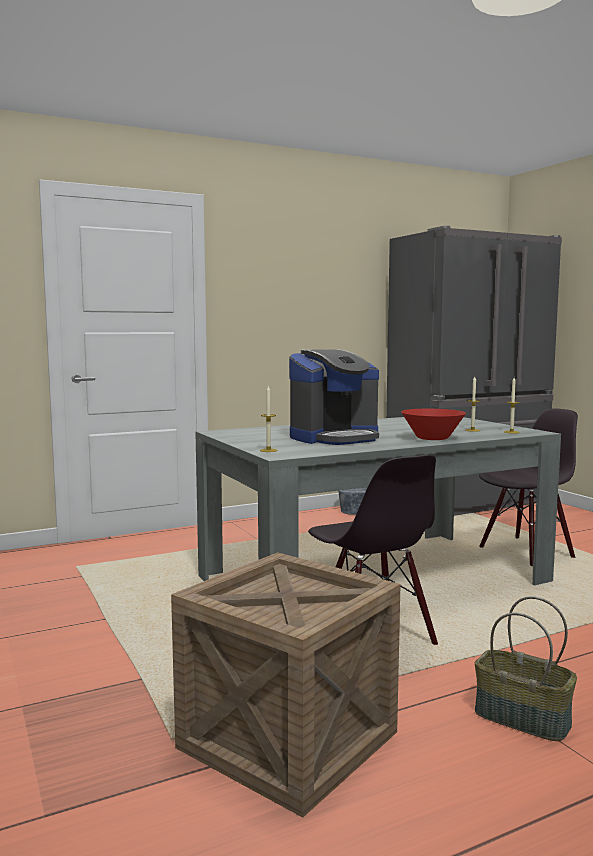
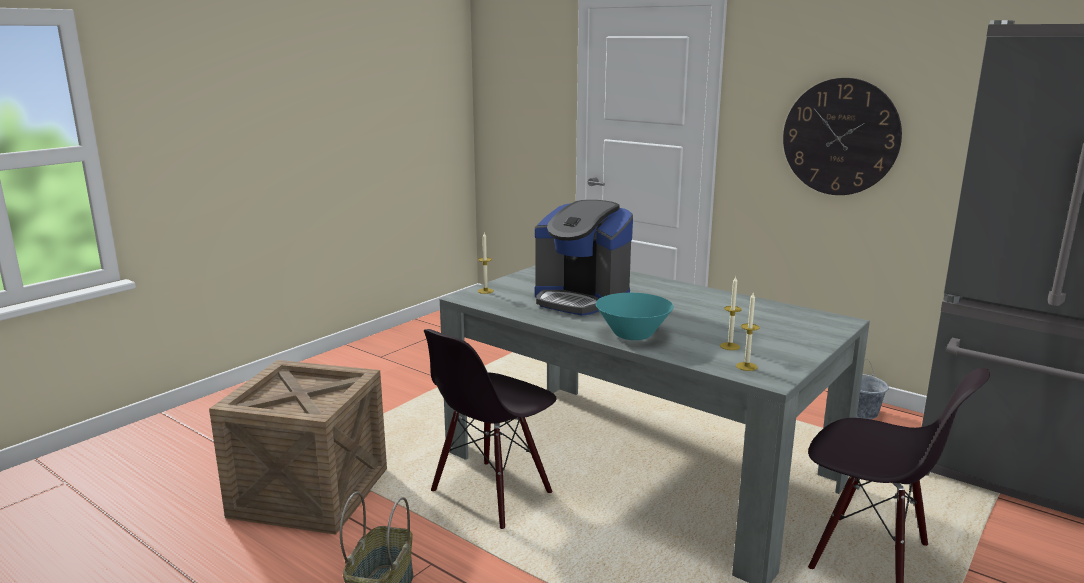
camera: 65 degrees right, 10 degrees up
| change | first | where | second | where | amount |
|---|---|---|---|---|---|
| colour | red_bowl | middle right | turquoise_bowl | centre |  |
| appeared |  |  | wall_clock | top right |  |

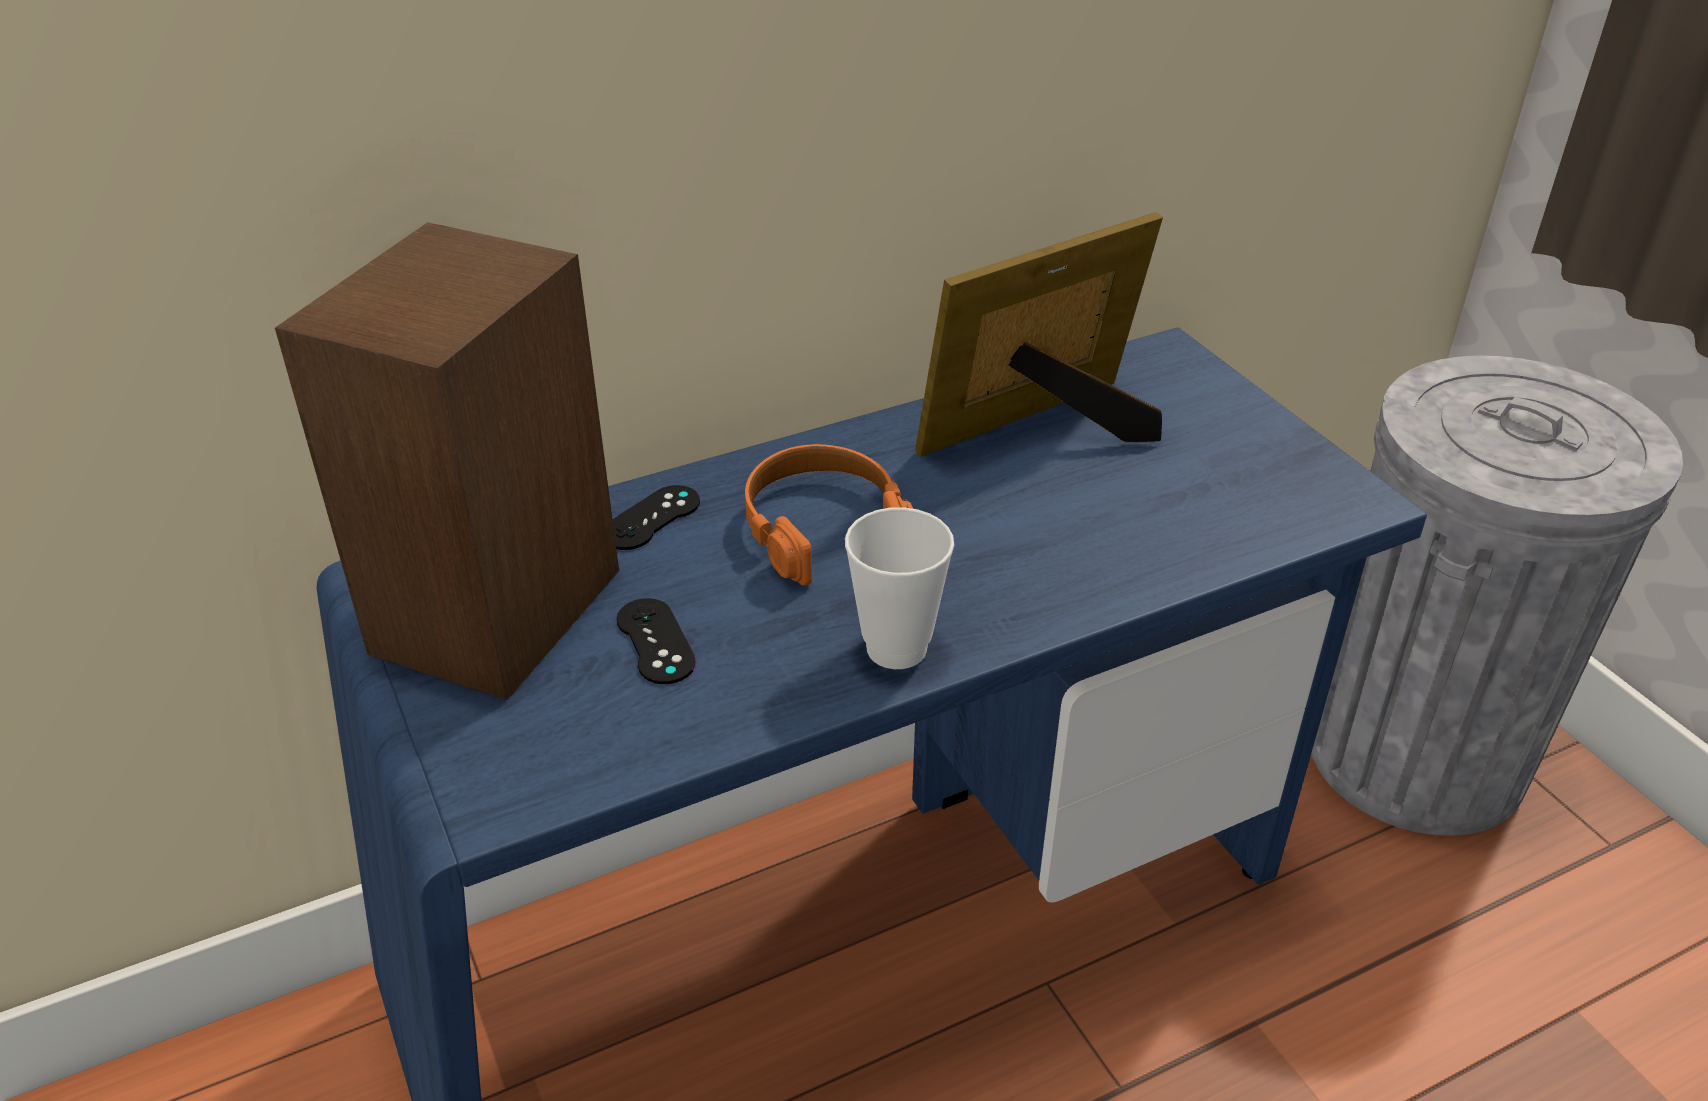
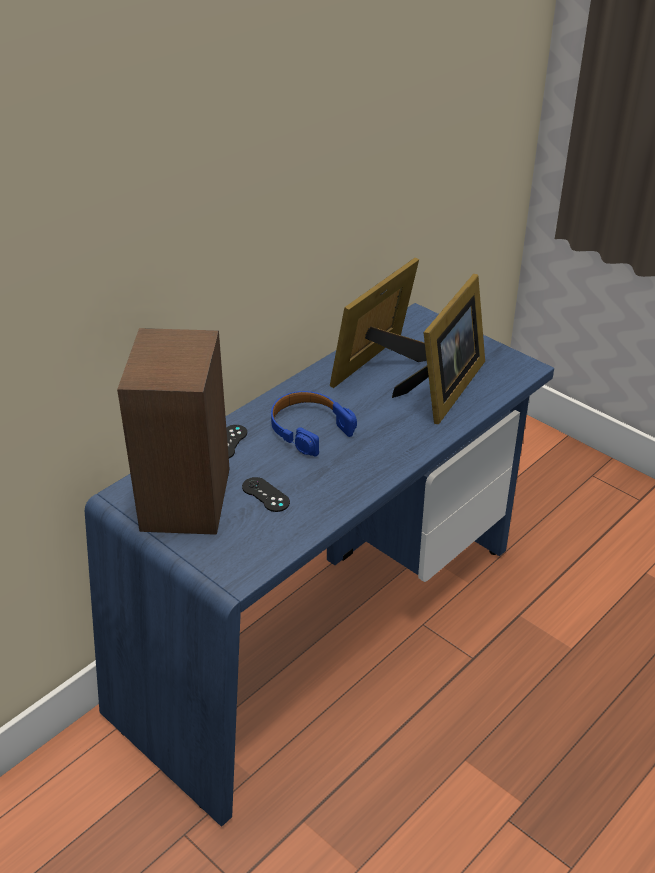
camera: 20 degrees left, 0 degrees up
| change | first | where | second | where | amount |
|---|---|---|---|---|---|
| colour | orange_headphones | centre | blue_headphones | centre |  |
| missing | cup | centre |  |  |  |
| missing | grey_trash_can | middle right |  |  |  |
| appeared |  |  | picture_frame (no. 2 from left) | middle right |  |

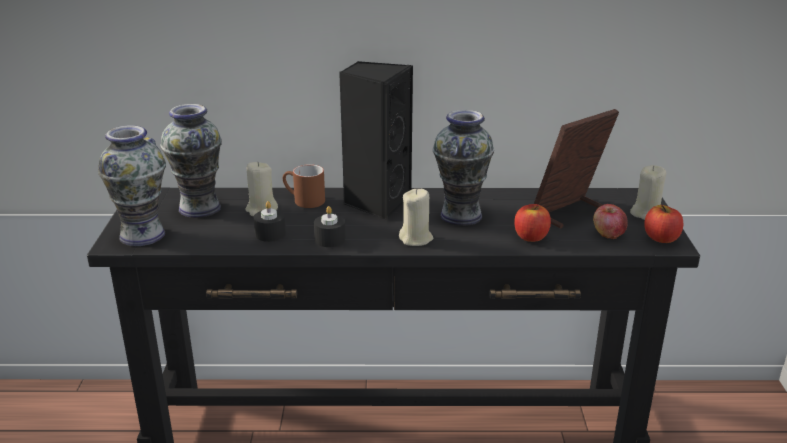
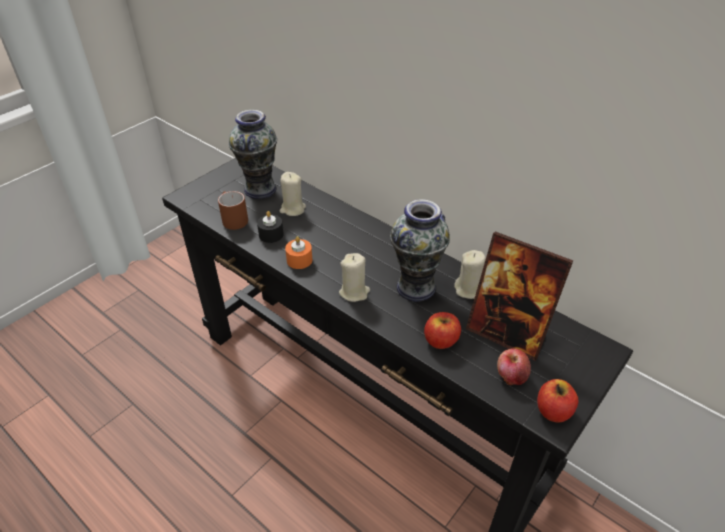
camera: 40 degrees right, 15 degrees up
| change | first | where | second | where | amount |
|---|---|---|---|---|---|
| missing | vase (no. 1 from left) | middle left |  |  |  |
| relocated | brown_mug | centre |  | middle left |  |
| colour | black_candle (no. 2 from left) | centre | orange_candle | centre |  |
| missing | black_speaker | top centre |  |  |  |
| spun | picture_frame | middle right |  | middle right | 150 degrees counterclockwise |
| relocated | beige_candle (no. 3 from left) | middle right |  | centre |  |

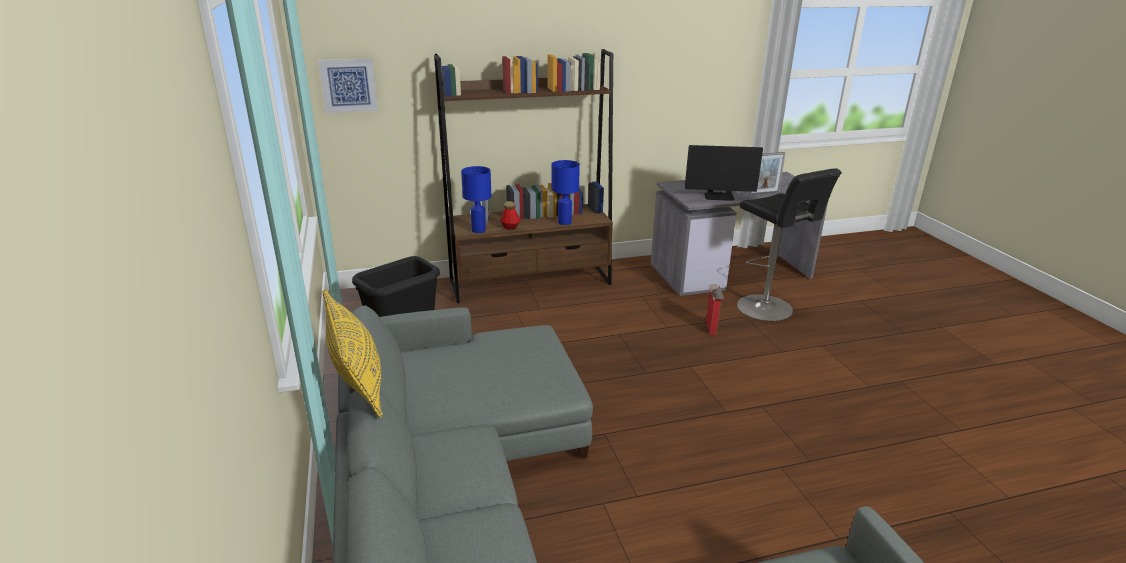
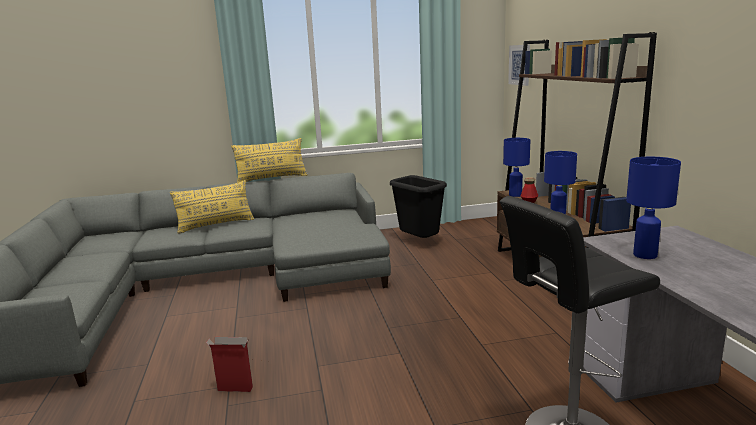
camera: 95 degrees right, 10 degrees down
| change | first | where | second | where | amount |
|---|---|---|---|---|---|
| exchanged | monitor | top centre | blue_table_lamp (no. 3 from left) | middle right |  |
| relocated | cardboard_box | centre |  | bottom left |  |
| missing | picture_frame | top right |  |  |  |
| appeared |  |  | yellow_pillow (no. 1 from left) | middle left |  |

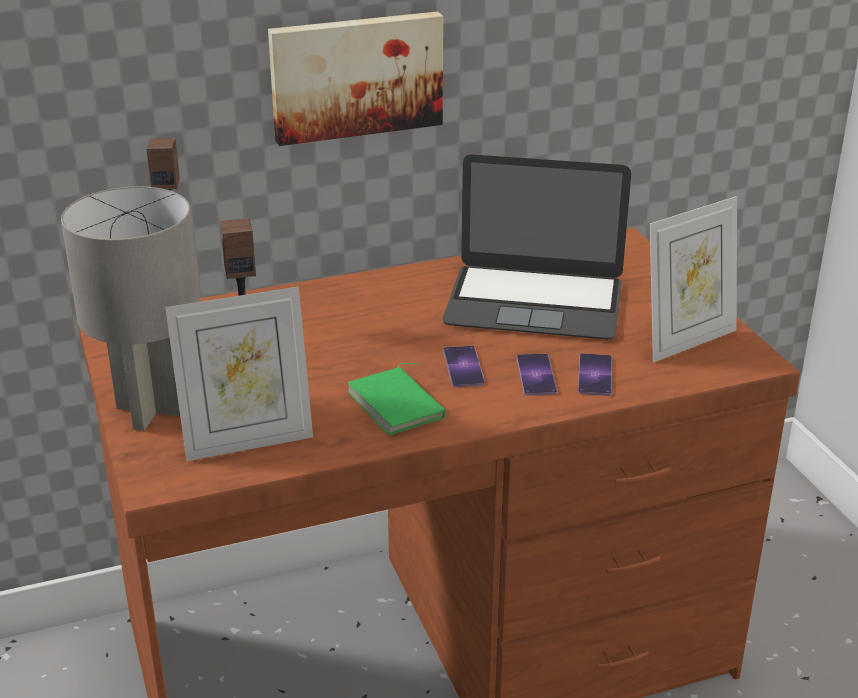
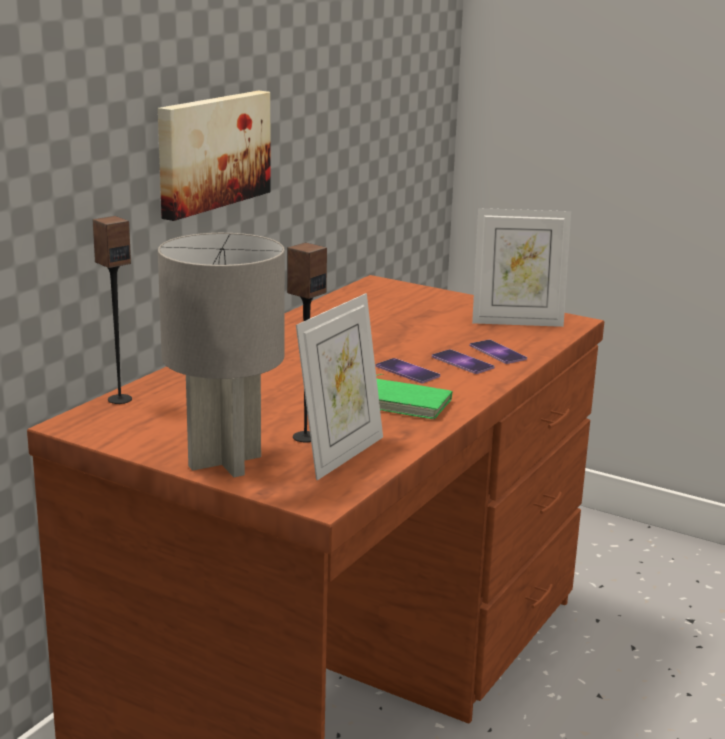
camera: 40 degrees left, 10 degrees down
| change | first | where | second | where | amount |
|---|---|---|---|---|---|
| missing | laptop | centre |  |  |  |
| spun | picture_frame (no. 2 from left) | middle right |  | middle right | 75 degrees clockwise |

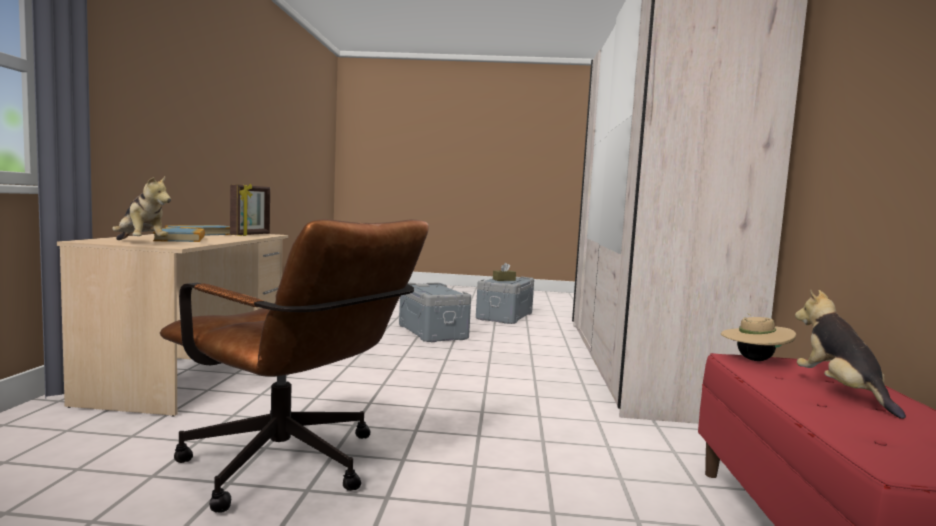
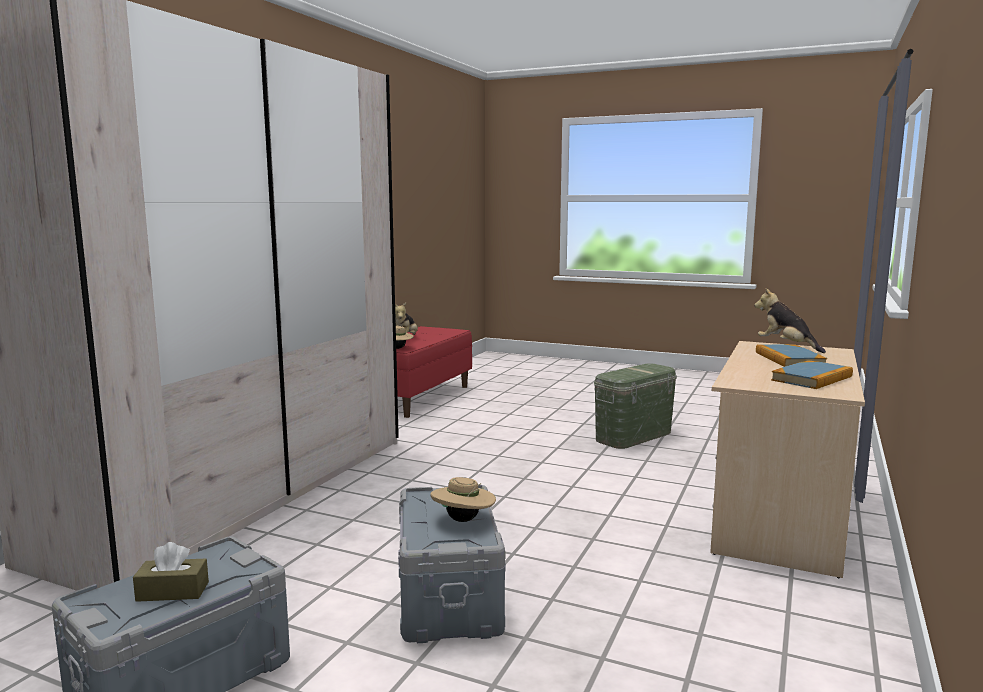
camera: 160 degrees left, 5 degrees up
| change | first | where | second | where | amount |
|---|---|---|---|---|---|
| exchanged | brown_office_chair | bottom left | green_storage_box | centre |  |
| missing | picture_frame | middle left |  |  |  |
| appeared |  |  | beige_hat (no. 2 from left) | bottom centre |  |

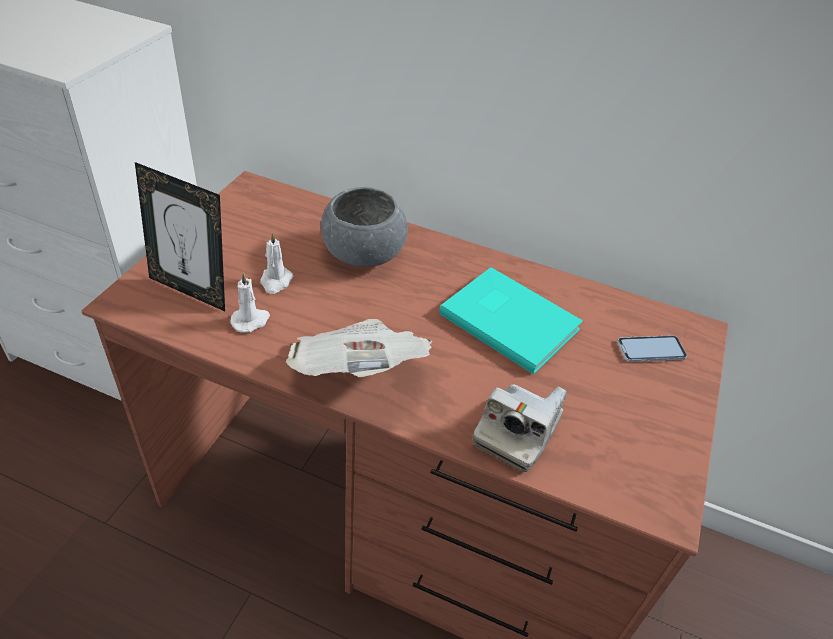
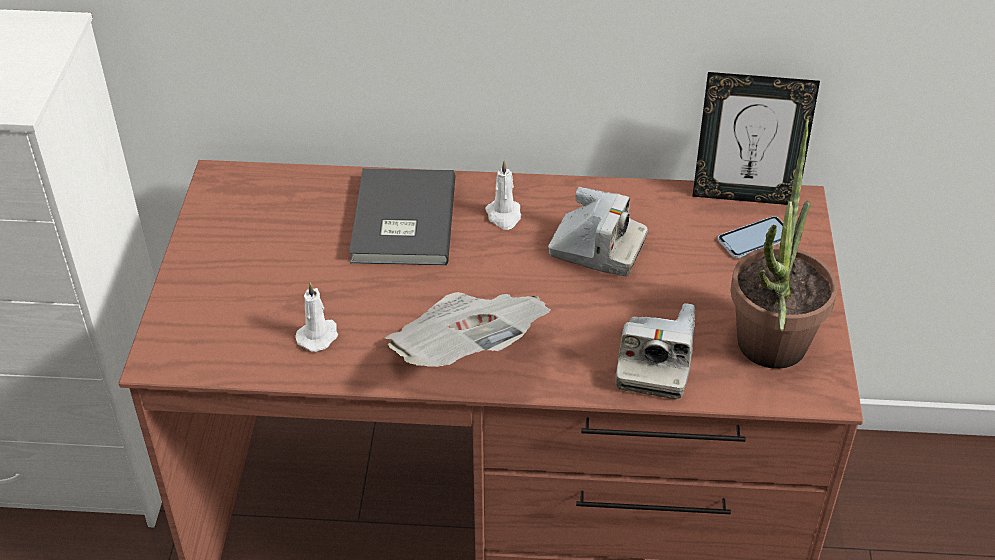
camera: 15 degrees left, 0 degrees up
| change | first | where | second | where | amount |
|---|---|---|---|---|---|
| relocated | picture_frame | middle left |  | top right |  |
| relocated | white_candle (no. 2 from left) | middle left |  | centre |  |
| exchanged | grey_bowl | centre | grey_book | centre |  |
| exchanged | turquoise_book | centre | photo_camera (no. 1 from left) | centre |  |
| appeared |  |  | potted_plant | middle right |  |

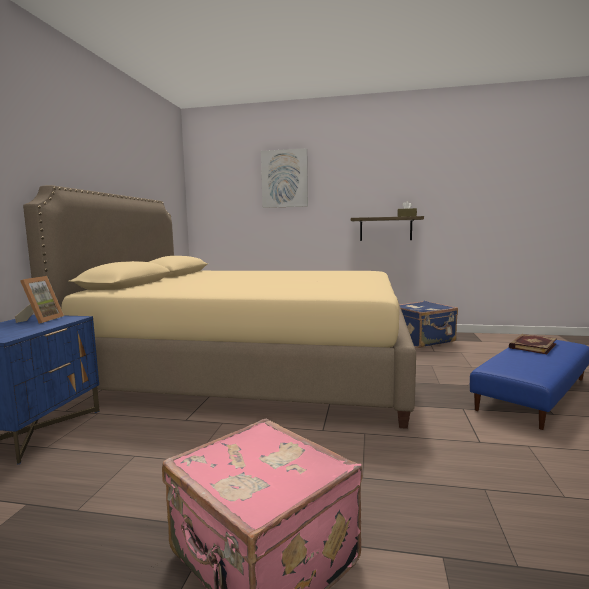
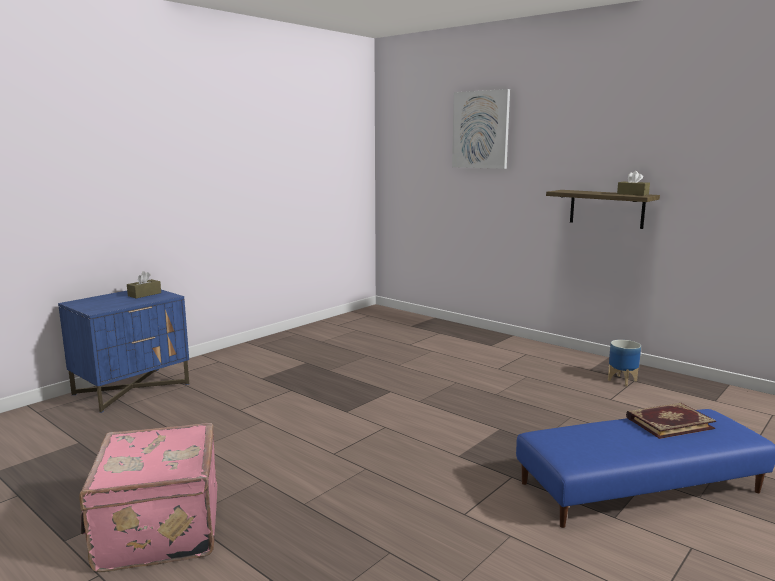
camera: 30 degrees right, 5 degrees up
| change | first | where | second | where | amount |
|---|---|---|---|---|---|
| exchanged | picture_frame | middle left | brown_tissue_box (no. 1 from left) | middle left |  |
| missing | beige_bed | centre |  |  |  |
| exchanged | blue_suitcase | middle right | planter | middle right |  |

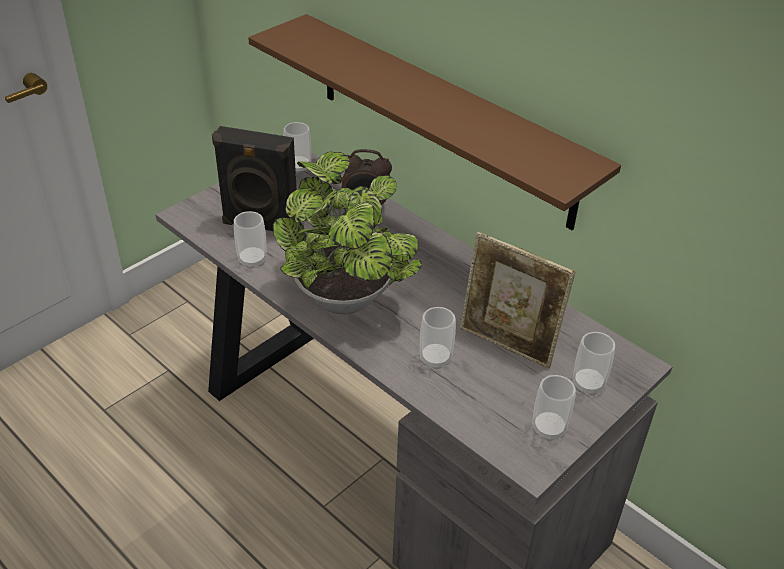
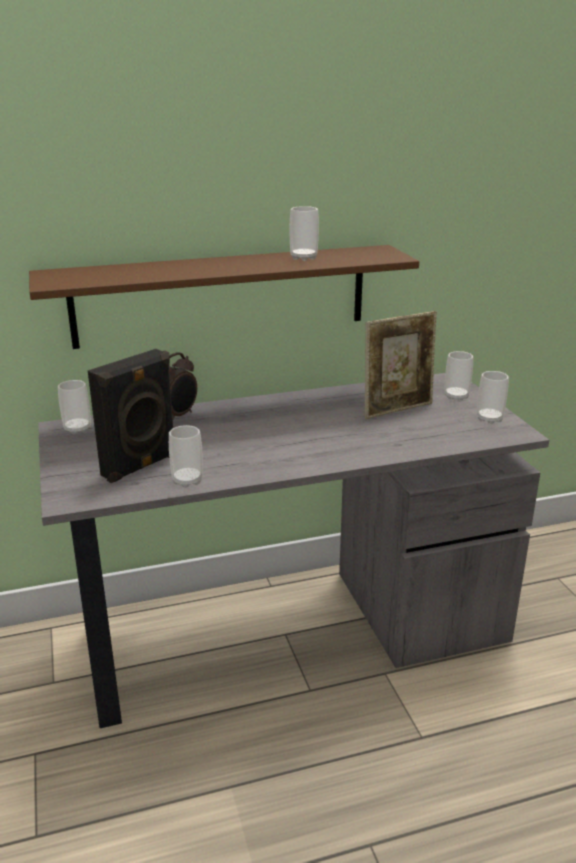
camera: 60 degrees left, 15 degrees down
| change | first | where | second | where | amount |
|---|---|---|---|---|---|
| missing | potted_plant | centre |  |  |  |
| relocated | cup (no. 3 from left) | centre |  | top centre |  |

